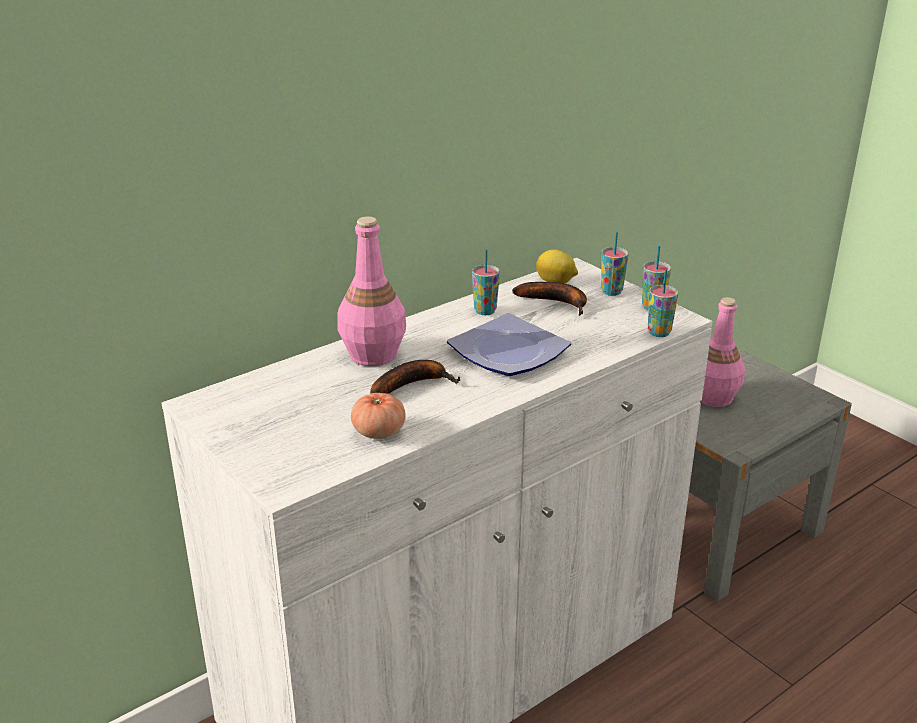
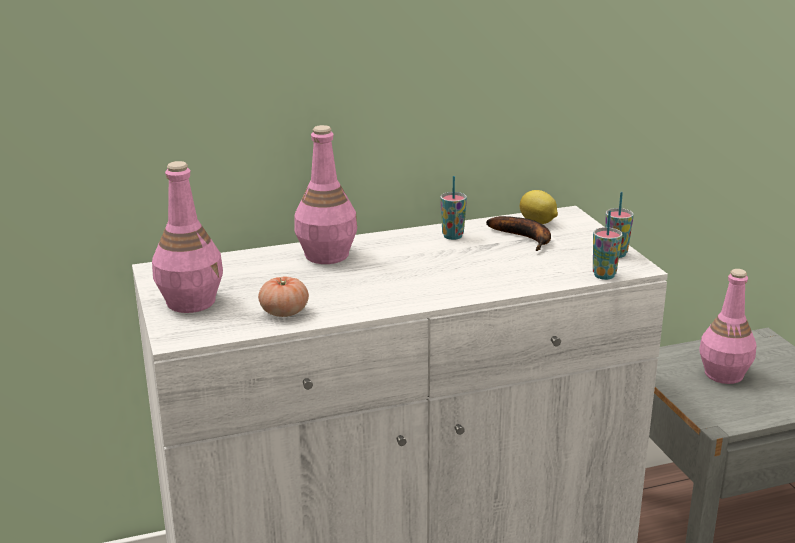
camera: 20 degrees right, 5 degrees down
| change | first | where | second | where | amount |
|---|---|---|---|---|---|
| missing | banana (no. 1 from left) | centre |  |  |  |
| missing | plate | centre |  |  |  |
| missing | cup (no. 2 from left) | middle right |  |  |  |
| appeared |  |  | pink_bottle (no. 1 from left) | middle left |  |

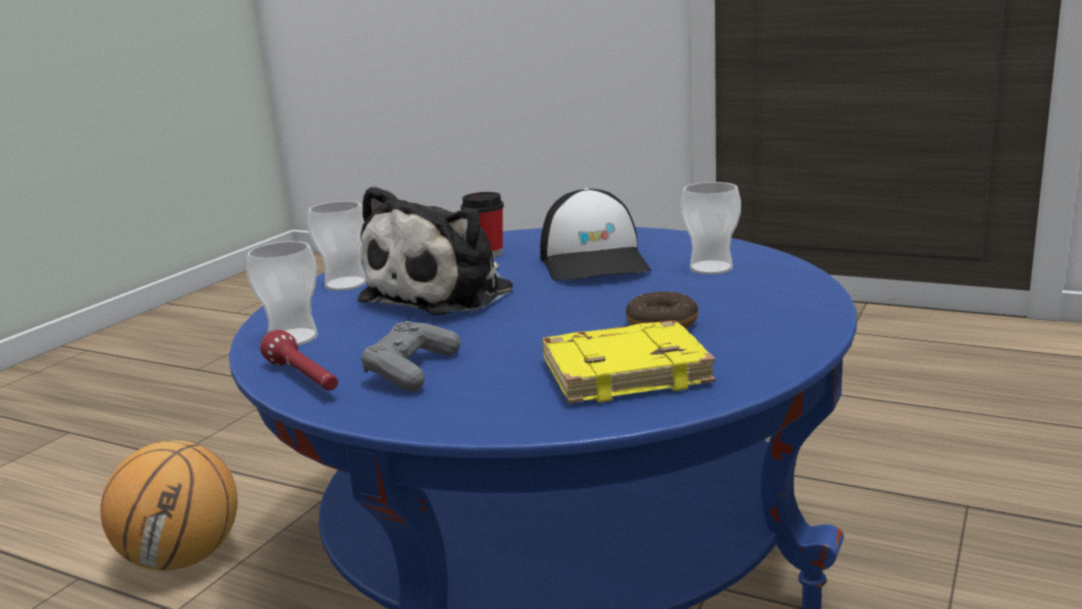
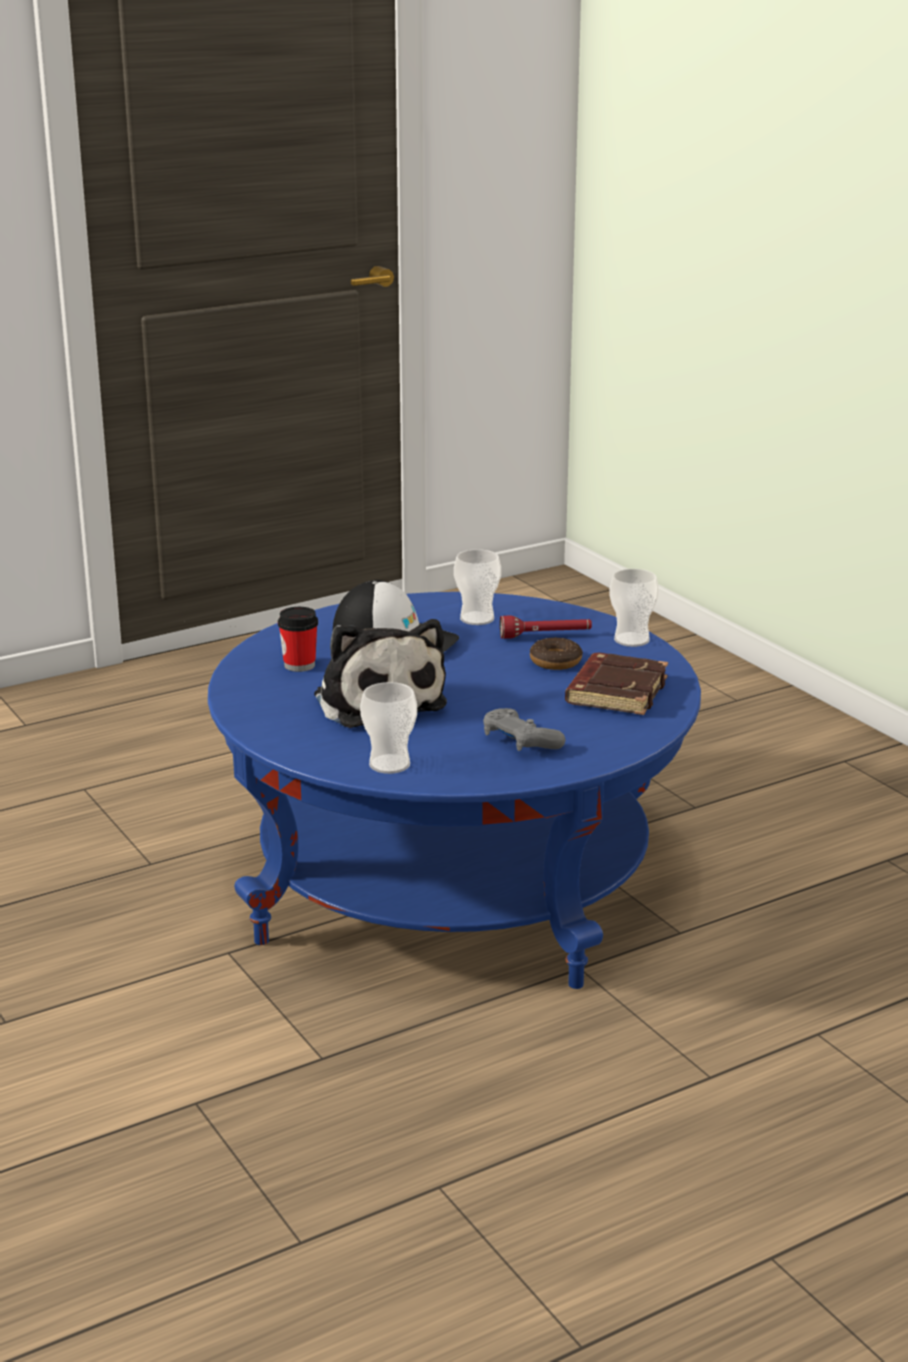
camera: 60 degrees left, 5 degrees up
| change | first | where | second | where | amount |
|---|---|---|---|---|---|
| missing | basketball | bottom left |  |  |  |
| relocated | red_flashlight | middle left |  | centre |  |
| relocated | cup (no. 2 from left in the first image) | middle left | cup (no. 4 from left) | middle right |  |
| colour | yellow_book | centre | brown_book | middle right |  |

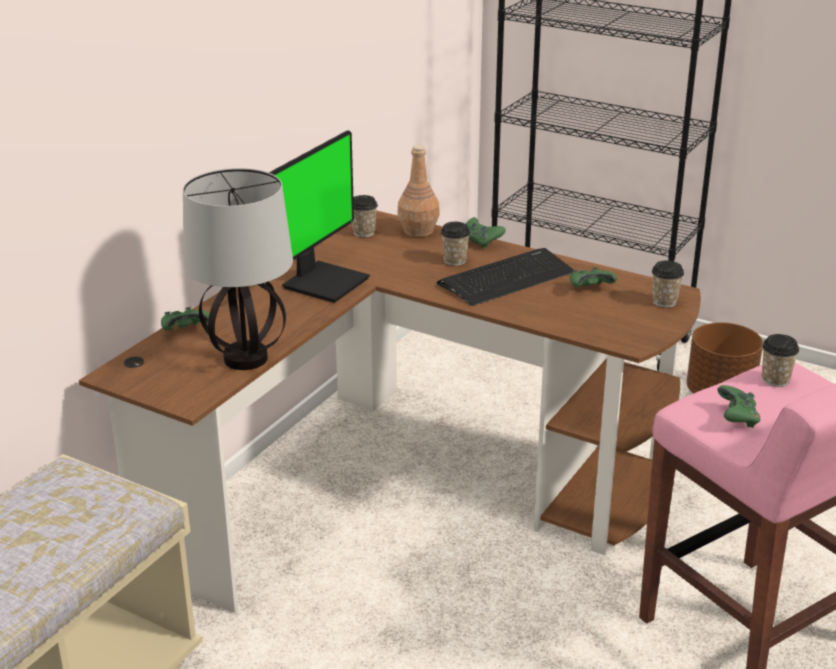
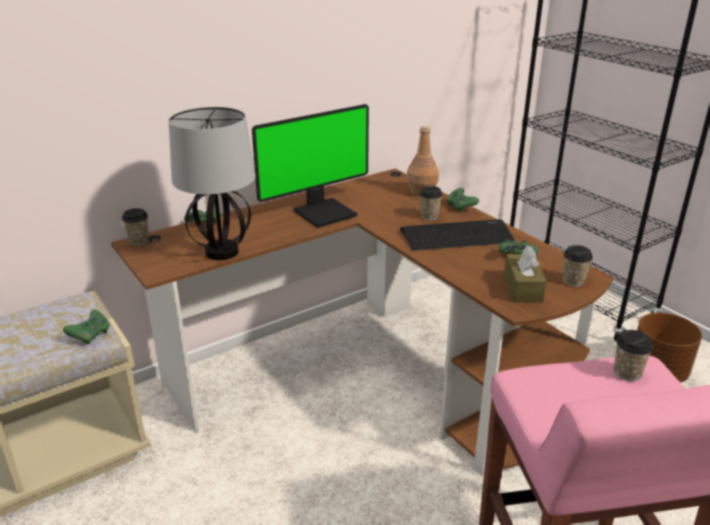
camera: 25 degrees right, 0 degrees up
| change | first | where | second | where | amount |
|---|---|---|---|---|---|
| relocated | cup (no. 1 from left) | top centre |  | middle left |  |
| relocated | green_game_controller (no. 4 from left in the first image) | middle right | green_game_controller (no. 1 from left) | middle left |  |
| appeared |  |  | brown_tissue_box | middle right |  |

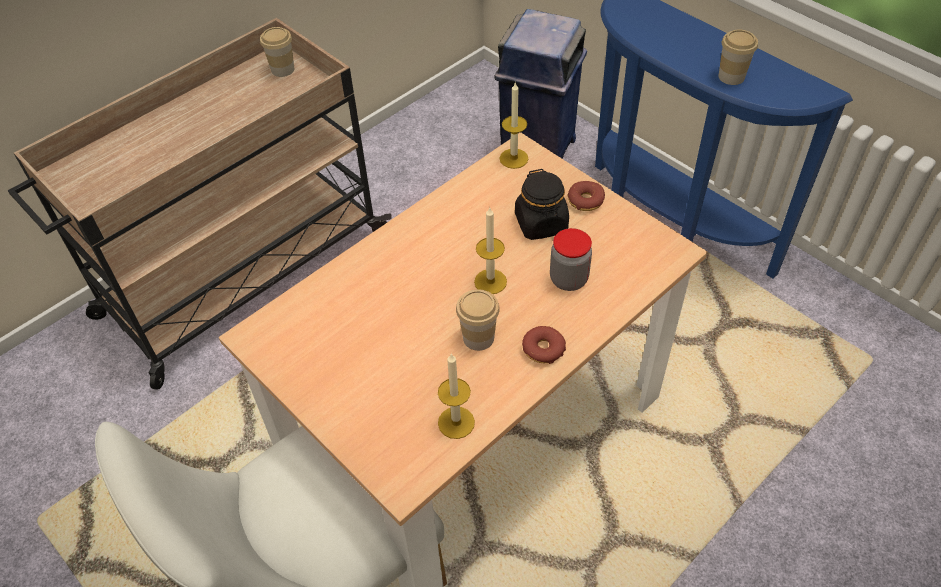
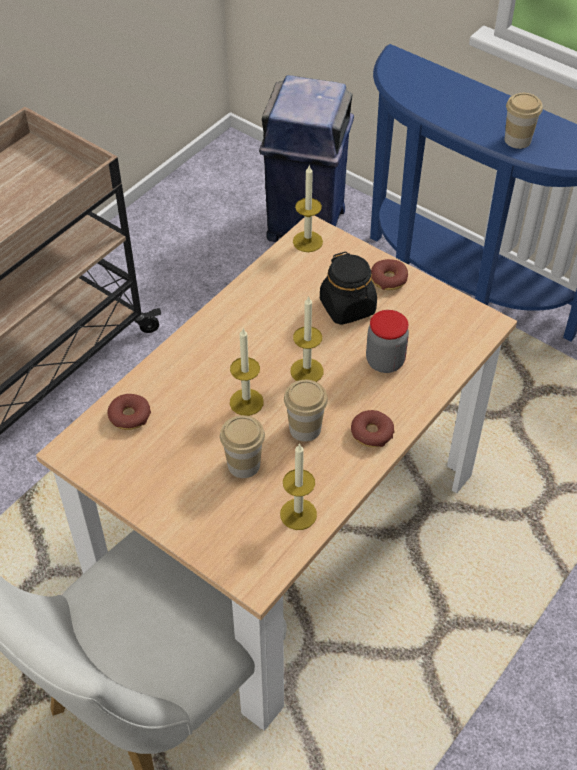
camera: 10 degrees left, 0 degrees up
| change | first | where | second | where | amount |
|---|---|---|---|---|---|
| relocated | cup (no. 1 from left) | top left |  | centre |  |
| appeared |  |  | donut (no. 1 from left) | middle left |  |
| appeared |  |  | candle (no. 1 from left) | centre |  |

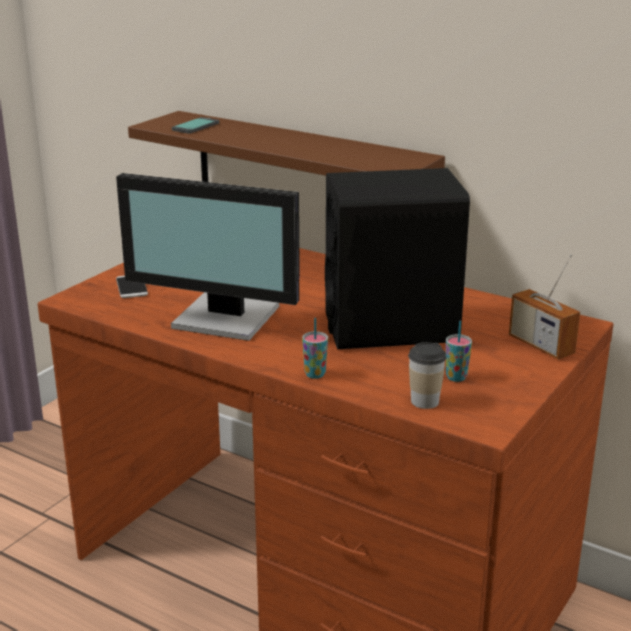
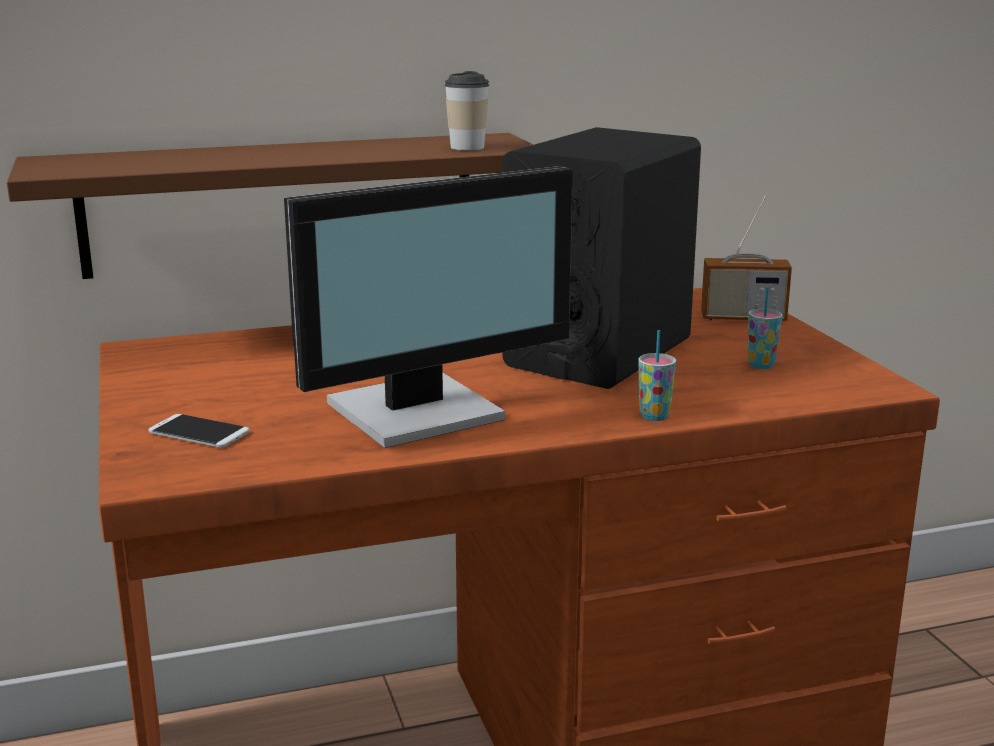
camera: 50 degrees left, 5 degrees down
| change | first | where | second | where | amount |
|---|---|---|---|---|---|
| missing | phone (no. 2 from left) | top left |  |  |  |
| relocated | cup (no. 2 from left in the first image) | middle right | cup (no. 1 from left) | top centre |  |

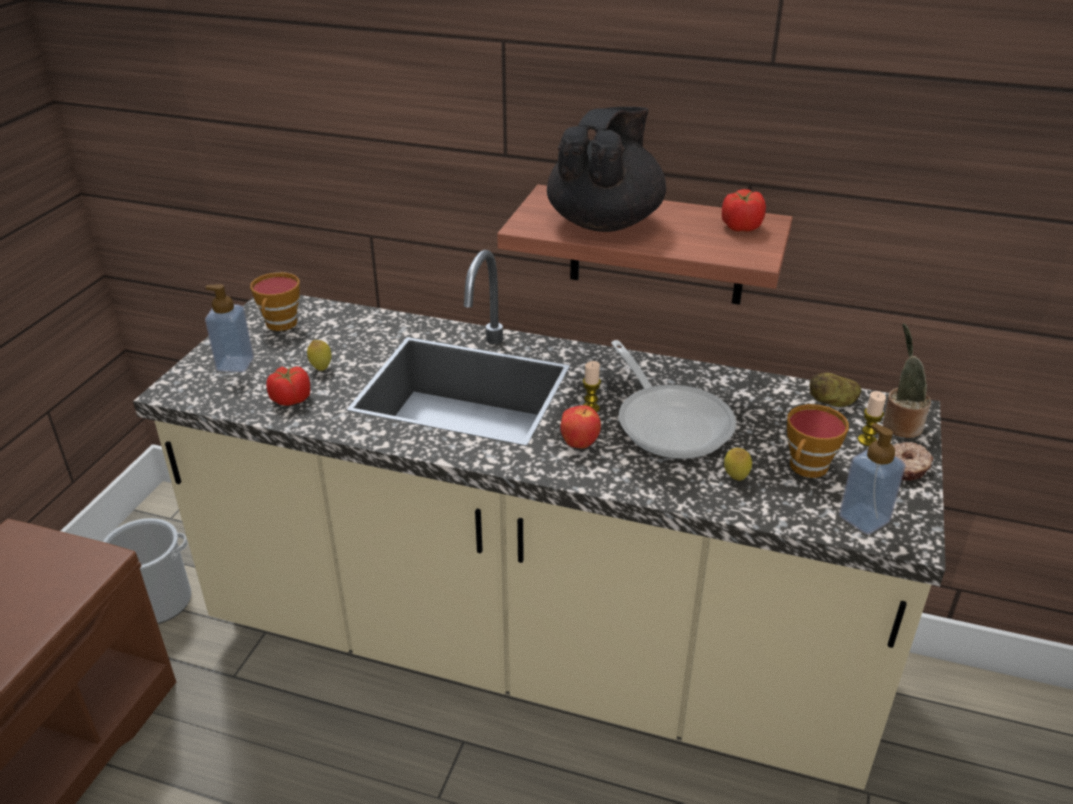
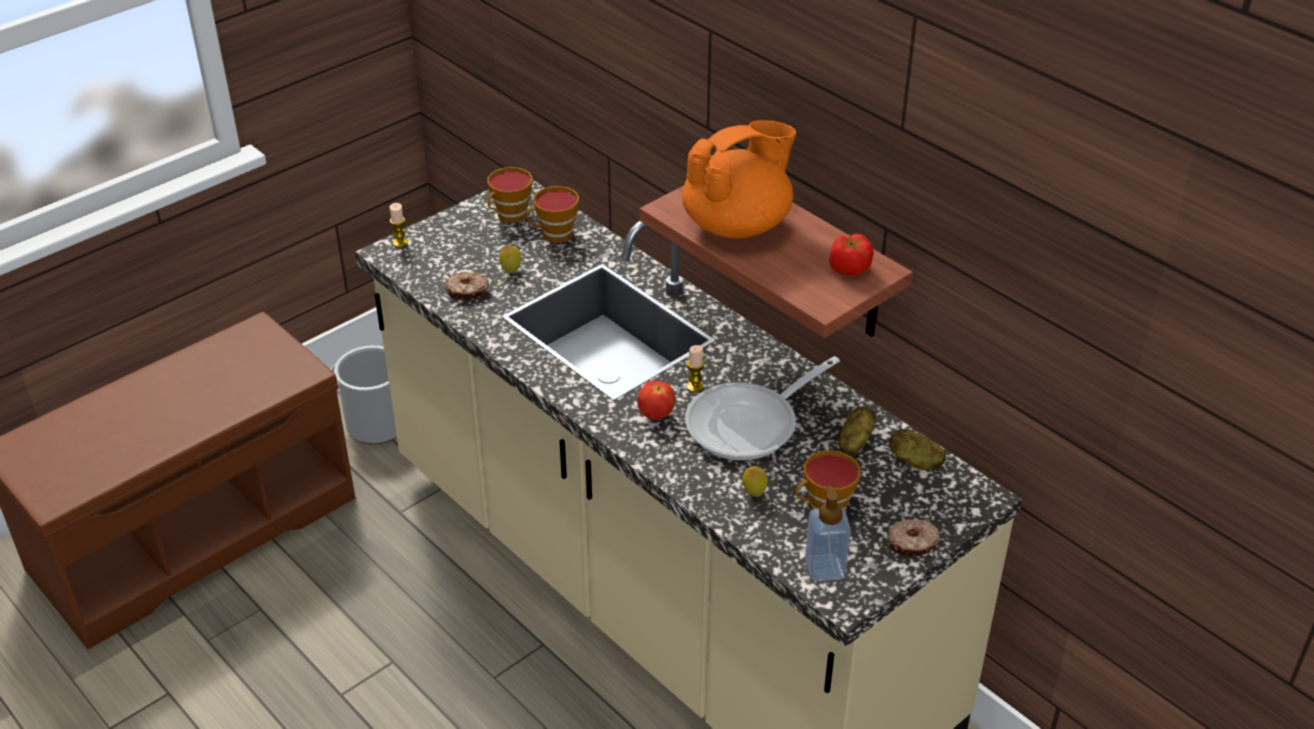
camera: 30 degrees right, 5 degrees up
| change | first | where | second | where | amount |
|---|---|---|---|---|---|
| missing | soap_dispenser (no. 1 from left) | middle left |  |  |  |
| exchanged | tomato (no. 1 from left) | middle left | donut (no. 1 from left) | centre |  |
| colour | black_teapot | top centre | orange_teapot | top centre |  |
| spun | frying_pan | centre |  | centre | 45 degrees clockwise |
| relocated | candle (no. 2 from left in the first image) | middle right | candle (no. 1 from left) | top left |  |
| missing | potted_plant | middle right |  |  |  |
| appeared |  |  | cup (no. 2 from left) | top centre |  |
| appeared |  |  | potato (no. 1 from left) | centre |  |

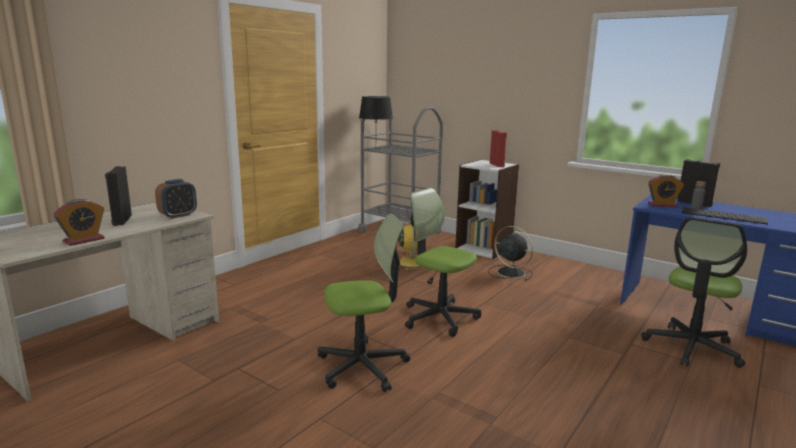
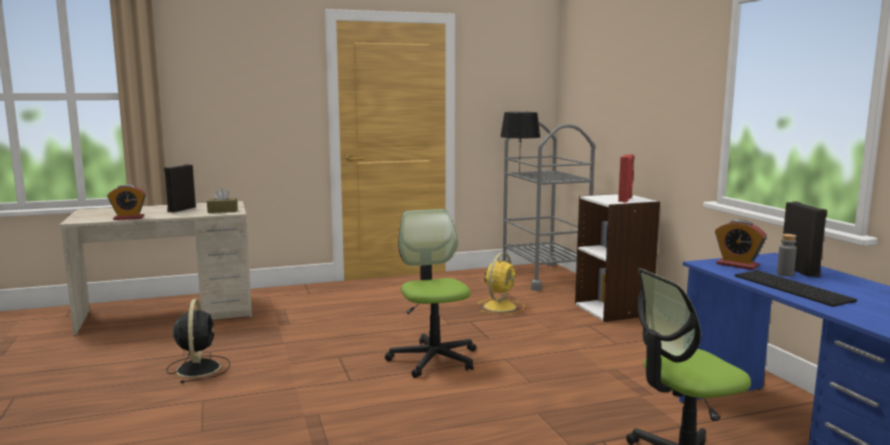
camera: 35 degrees right, 5 degrees down
| change | first | where | second | where | amount |
|---|---|---|---|---|---|
| exchanged | alarm_clock (no. 2 from left) | middle left | brown_tissue_box | middle left |  |
| missing | office_chair (no. 1 from left) | bottom centre |  |  |  |
| relocated | black_fan | centre |  | bottom left |  |

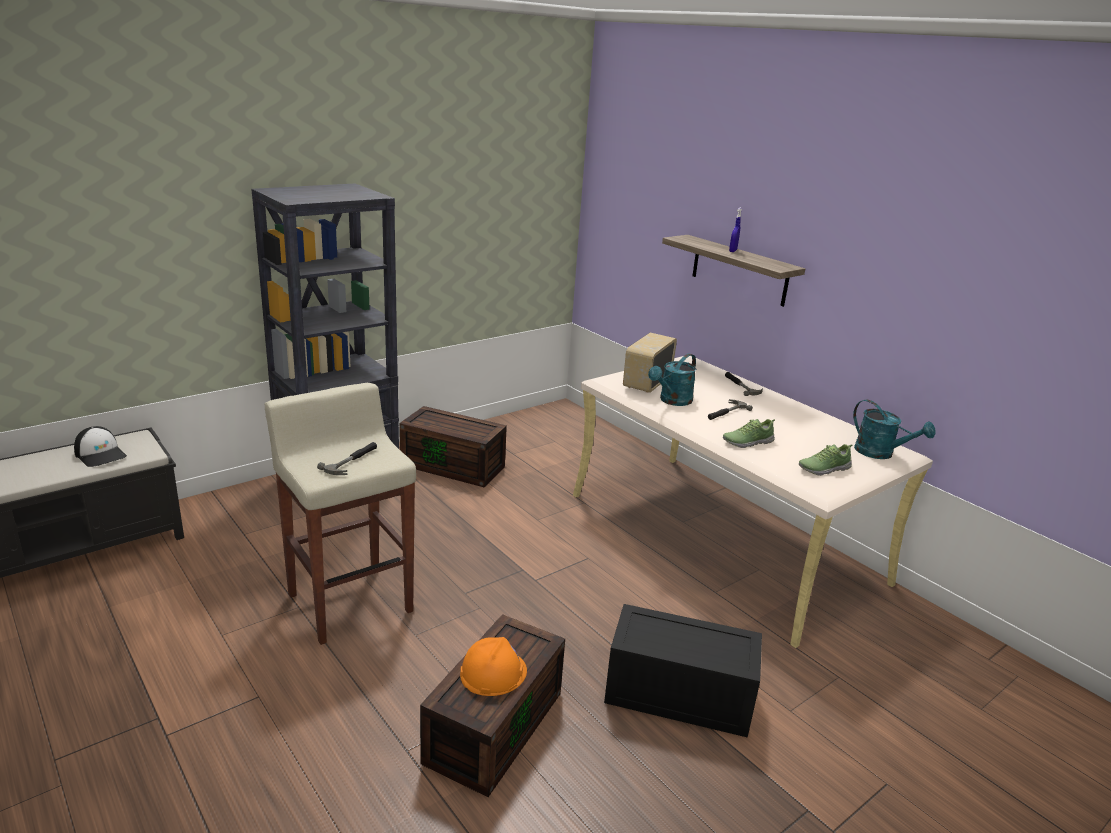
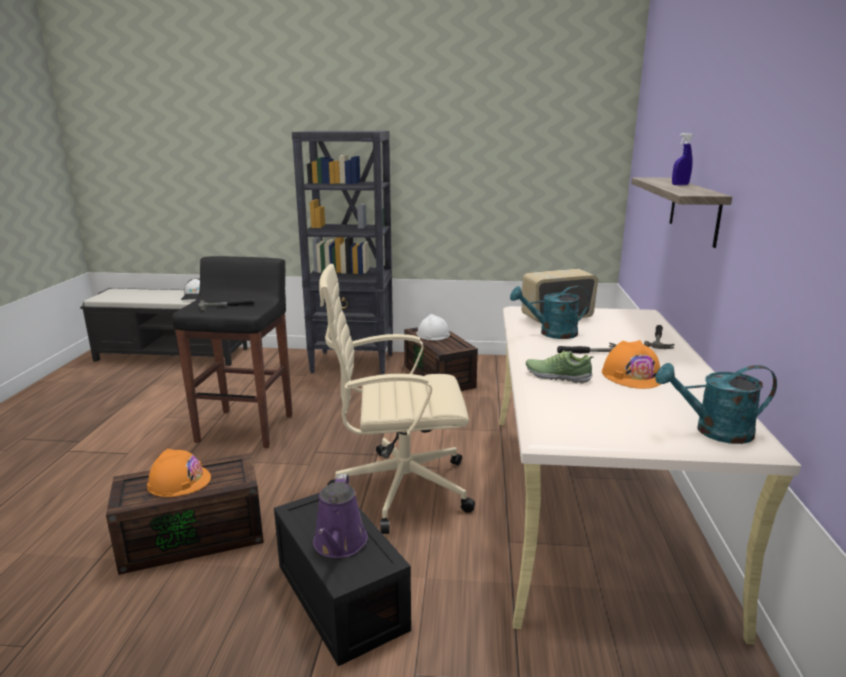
camera: 45 degrees right, 5 degrees down
| change | first | where | second | where | amount |
|---|---|---|---|---|---|
| colour | beige_stool | middle left | black_stool | middle left |  |
| missing | shoe (no. 2 from left) | middle right |  |  |  |
| spun | turquoise_watering_can (no. 2 from left) | middle right |  | middle right | 90 degrees clockwise |
| appeared |  |  | purple_watering_can | bottom centre |  |
| appeared |  |  | beige_office_chair | centre |  |
| appeared |  |  | white_hard_hat | centre |  |
| appeared |  |  | orange_hard_hat (no. 2 from left) | middle right |  |

